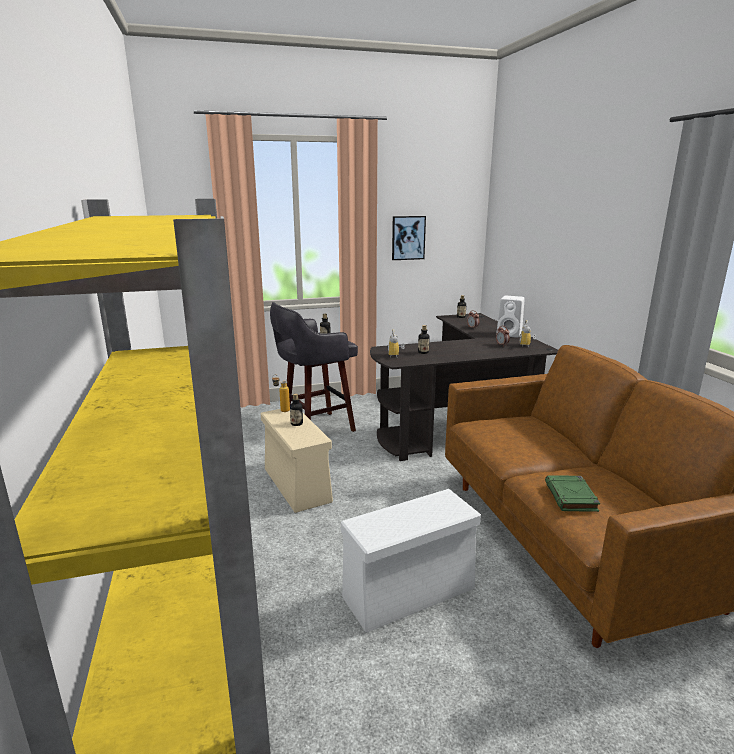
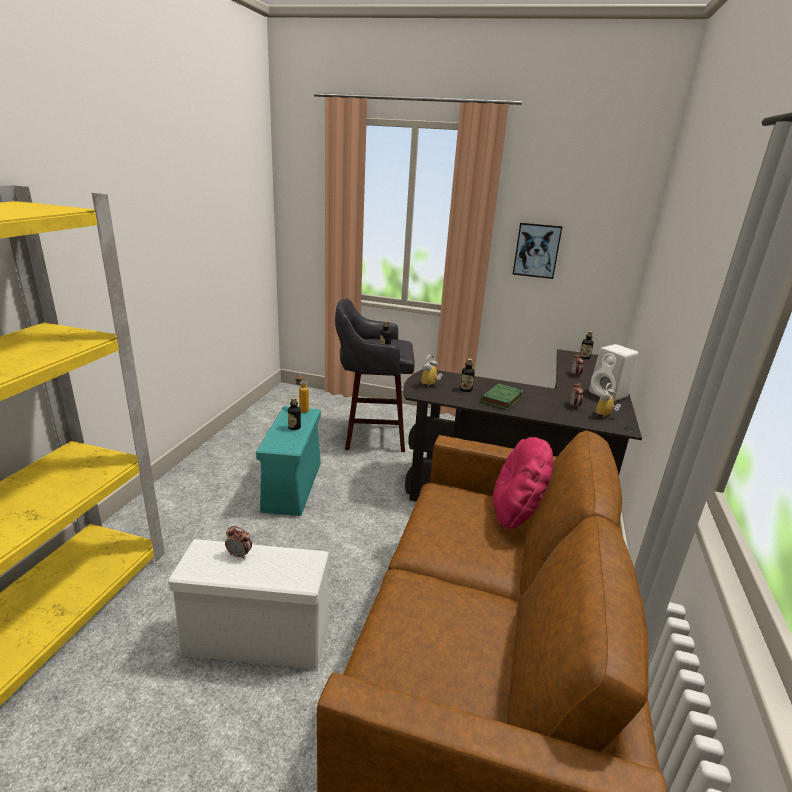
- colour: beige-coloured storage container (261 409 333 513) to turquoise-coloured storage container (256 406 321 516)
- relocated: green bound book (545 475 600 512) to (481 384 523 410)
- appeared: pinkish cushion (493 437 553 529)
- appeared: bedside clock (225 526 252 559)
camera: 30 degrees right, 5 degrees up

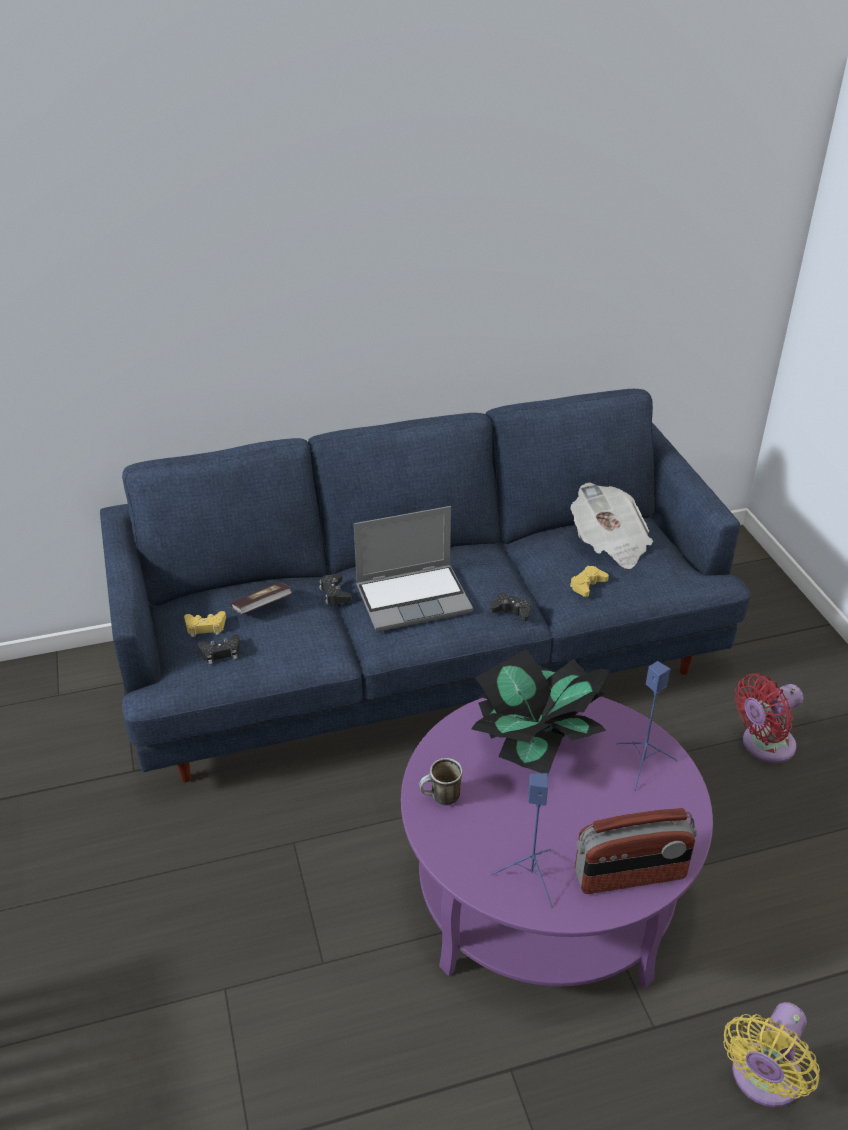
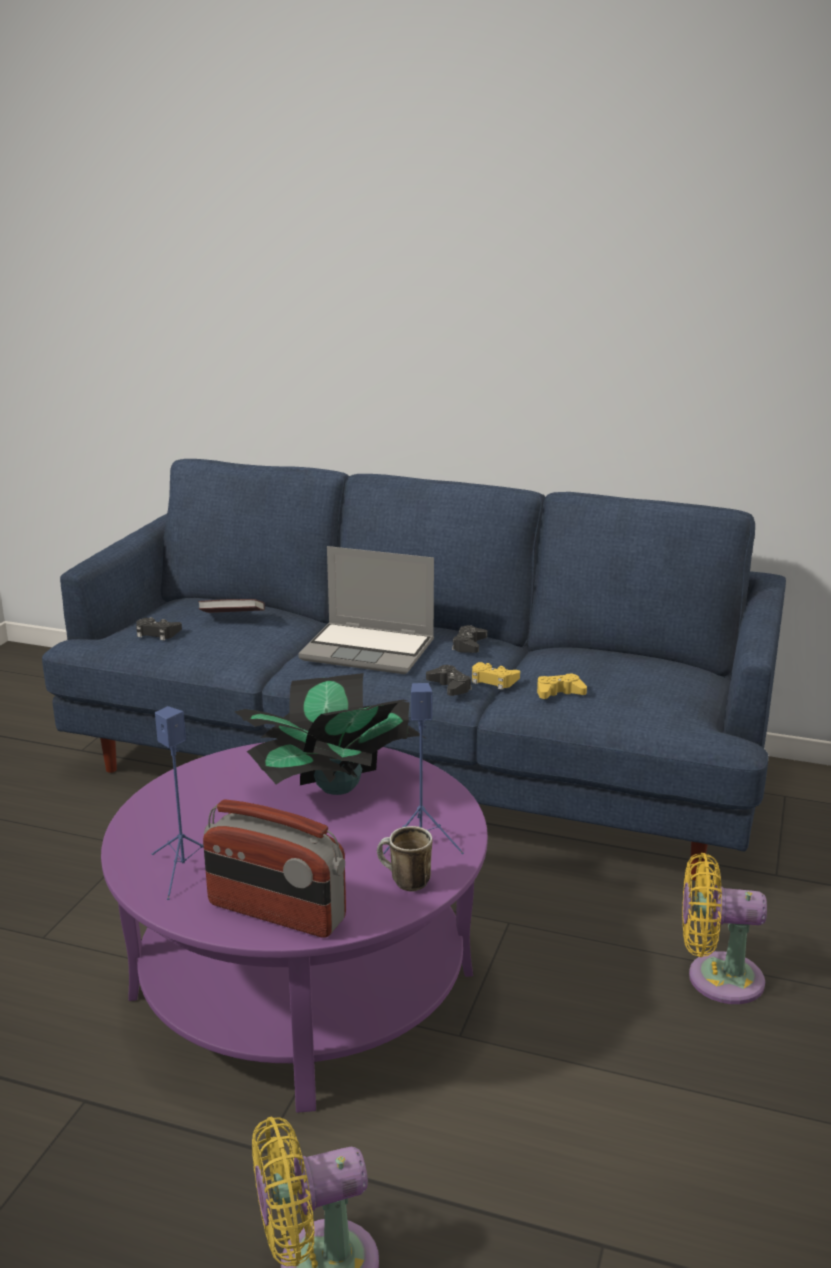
- missing: newspaper (571 482 653 569)
- relocated: black gamepad (320 574 351 605) to (452 625 487 653)
- relocated: yellow gamepad (184 611 226 637) to (472 662 520 690)
- colour: reddish fan (734 673 803 763) to yellow fan (682 853 767 1004)
- relocated: coffee mug (419 758 462 805) to (377 826 433 892)
camera: 35 degrees right, 15 degrees down

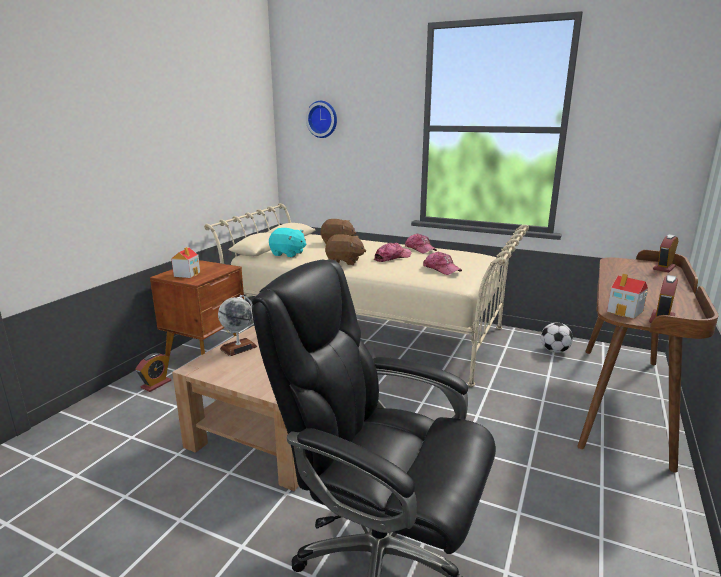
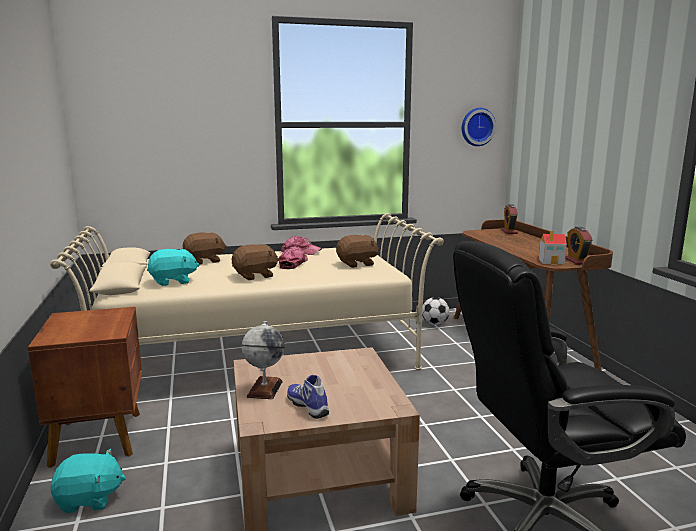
- relocated: clock on the wall (306 101 337 138) to (462 108 496 146)
- missing: toy house (171 247 200 278)
- exchanged: peaked cap (423 252 462 275) to brown cuddly toy (336 235 379 268)
- exchanged: bedside clock (136 353 171 392) to turquoise-coloured cuddly toy (50 449 126 513)
- appeared: item of footwear (287 375 329 419)
camera: 40 degrees left, 5 degrees down

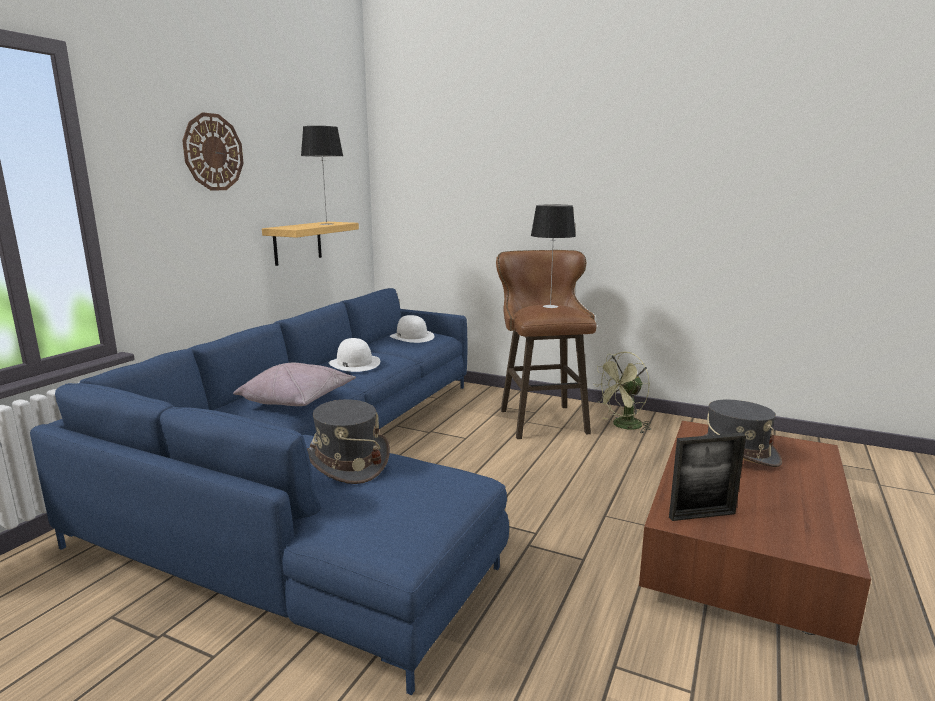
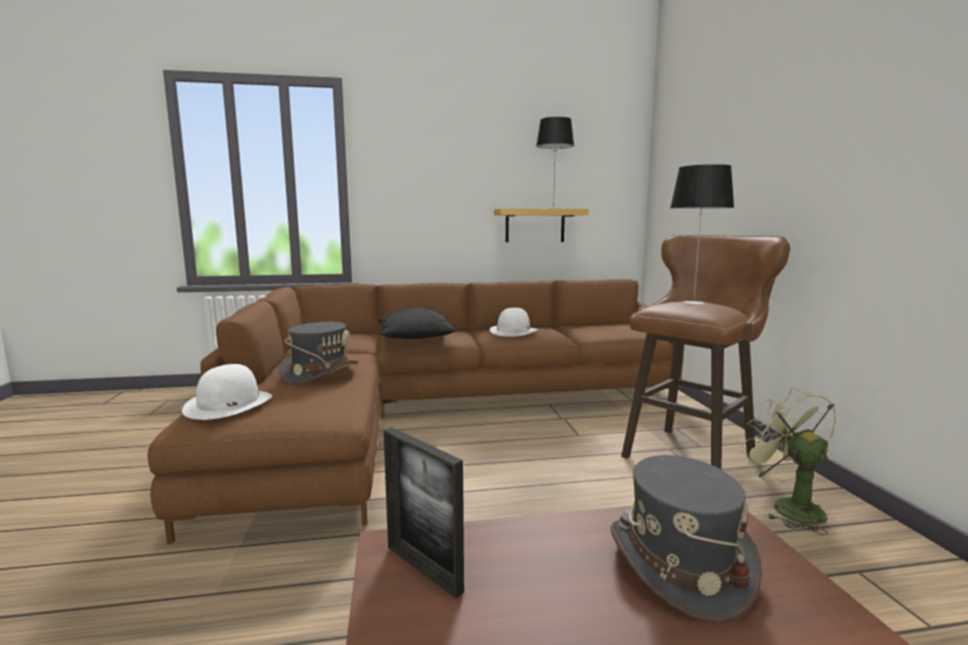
- missing: clock on the wall (182 112 244 191)
- colour: blue sofa (30 288 509 695) to brown sofa (148 279 684 544)
- relocated: white-coloured clothing hat (390 315 434 343) to (182 364 272 420)
- spun: green fan (593 352 651 434) = (741 388 836 535) 45 degrees clockwise
- colour: purple cushion (233 363 356 406) to black cushion (379 308 456 339)
camera: 55 degrees right, 5 degrees down

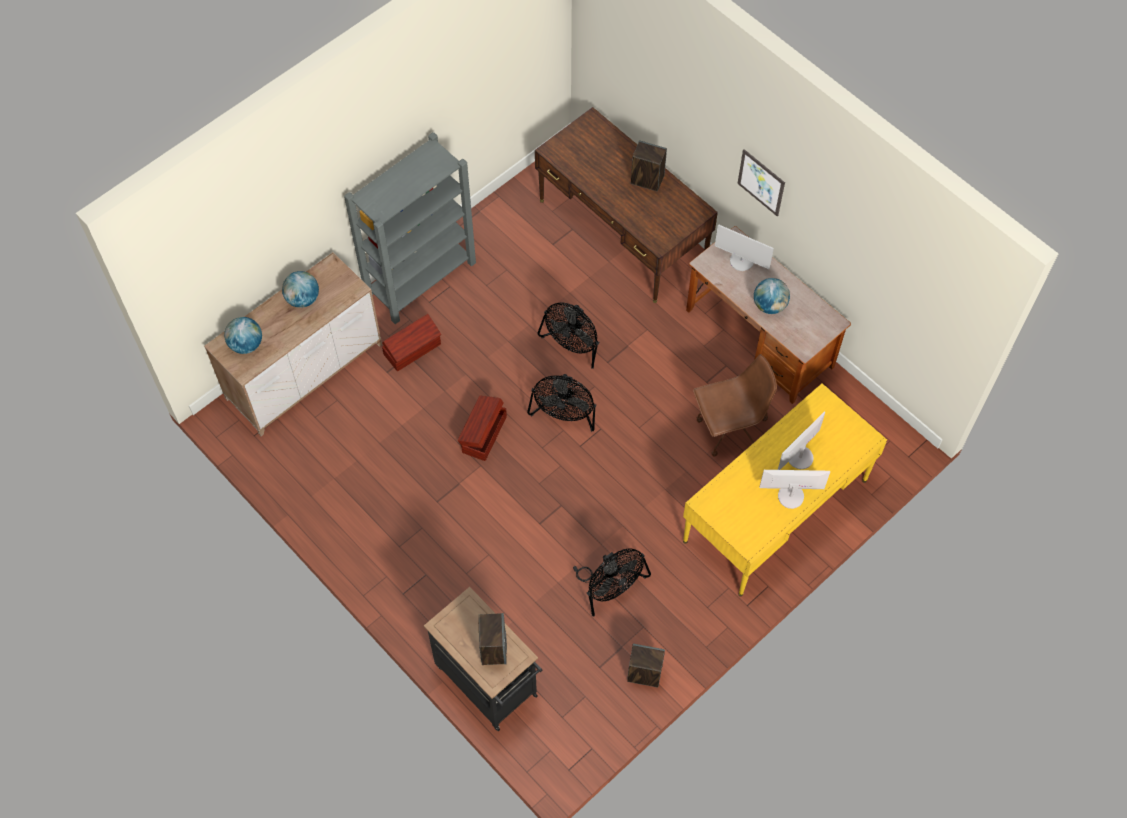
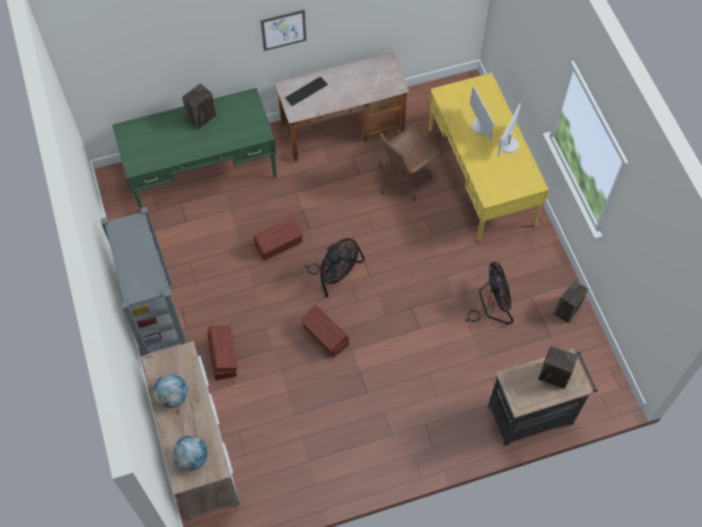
- colour: brown desk unit (535 107 718 303) to green desk unit (112 88 277 212)
- exchanged: monitor (715 224 774 271) to computer keyboard (285 77 328 106)
- missing: globe (754 278 790 314)
- exchanged: black fan (538 302 599 369) to brown storage container (254 216 303 261)
- spun: brown office chair (693 354 777 457) = (378 126 441 202) 135 degrees counterclockwise
camera: 65 degrees left, 0 degrees up

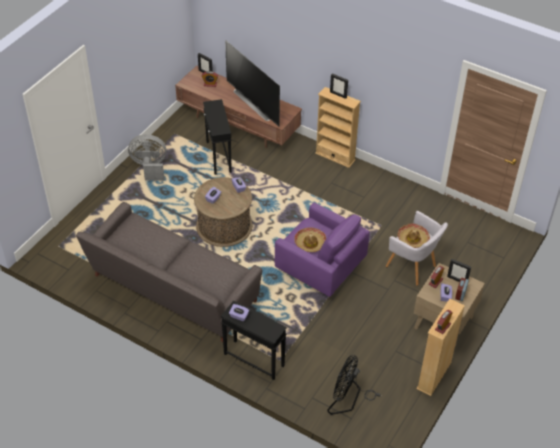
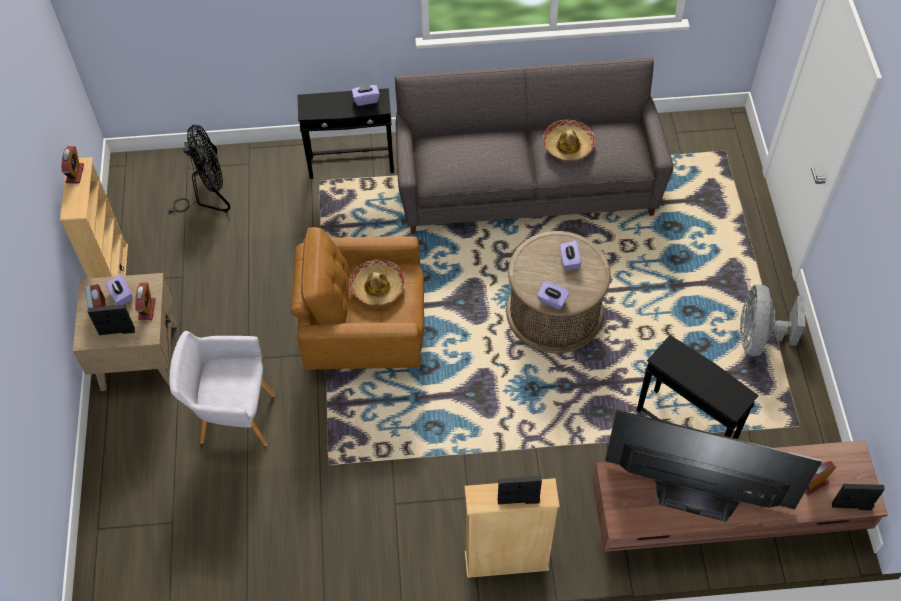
- spun: greyish fan (128 134 167 181) = (740 284 805 356) 135 degrees clockwise
- colour: purple easy chair (275 203 370 297) to brown easy chair (291 227 424 370)
- relocated: clothing hat (397 223 430 248) to (543 120 595 161)
camera: 145 degrees right, 10 degrees up

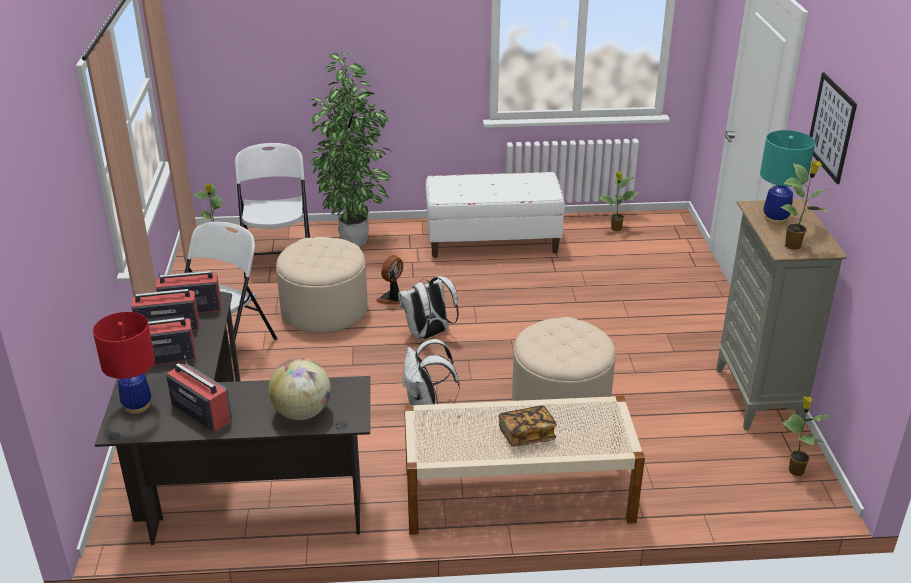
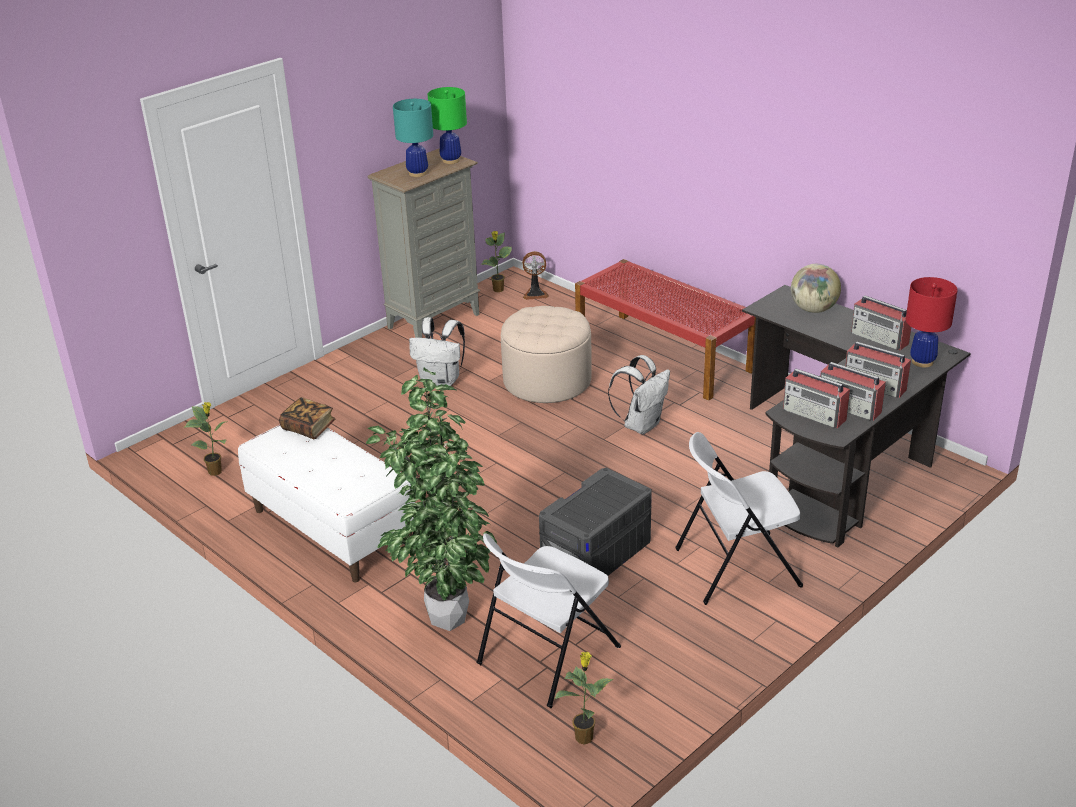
- missing: wall art (809 73 857 184)
- exchanged: houseplant (780 160 827 250) to green lamp for a table (428 87 467 164)
- exchanged: beige-coloured footrest (276 237 368 333) to greyish storage container (539 468 652 576)
- relocated: fan (376 255 403 304) to (522 251 549 300)
- relocated: white-coloured backpack (398 276 459 340) to (409 317 465 386)
- spun: radio receiver (166 355 232 432) = (851 295 911 350) 45 degrees counterclockwise
- colour: beige-coloured long seat (404 395 645 535) to reddish long seat (575 259 756 401)
- relocated: bound book (499 405 557 447) to (279 397 335 439)
camera: 130 degrees left, 0 degrees up

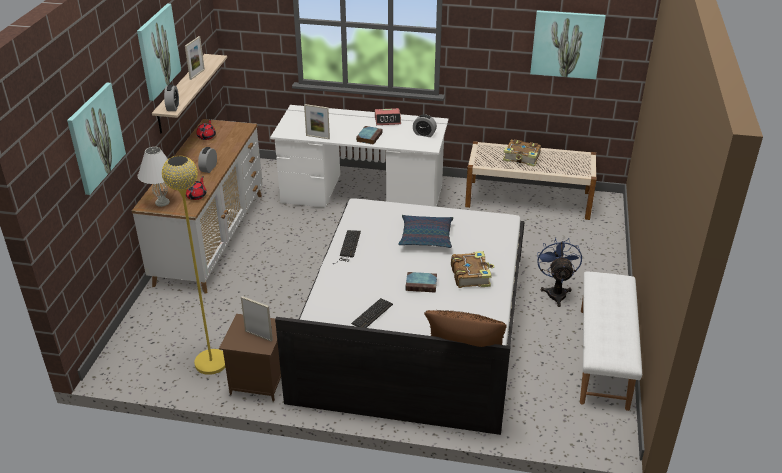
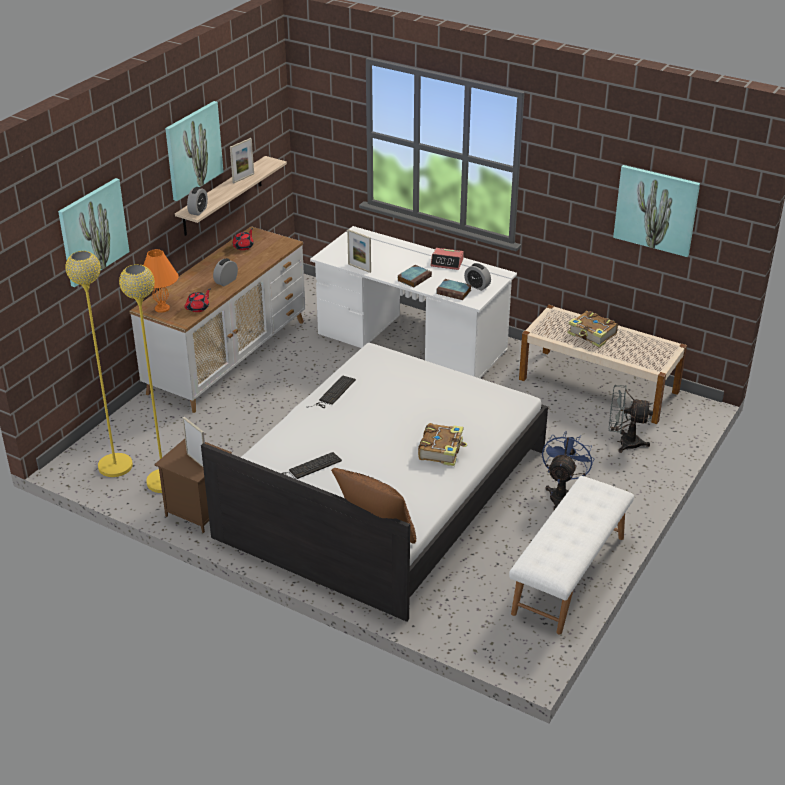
- colour: white-coloured lamp for a table (138 147 170 207) to orange lamp for a table (143 249 179 313)
- missing: blue cushion (398 215 453 248)
- relocated: bound book (406 272 437 293) to (436 279 471 300)
- appeared: yellow standard lamp (65 251 133 477)
- appeared: greyish fan (609 385 653 453)
camera: 20 degrees right, 0 degrees up

